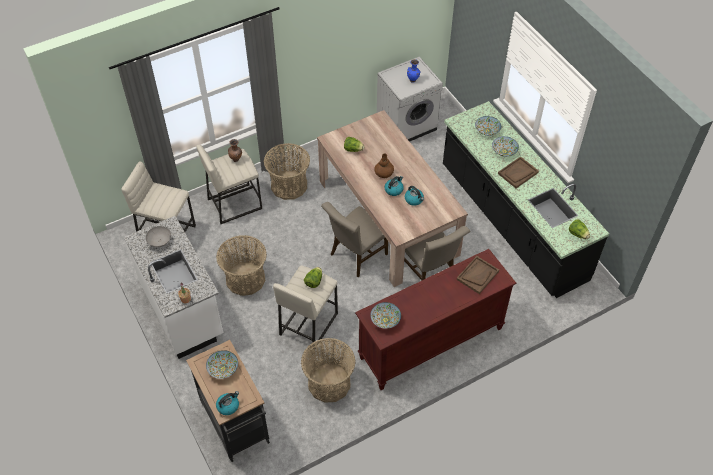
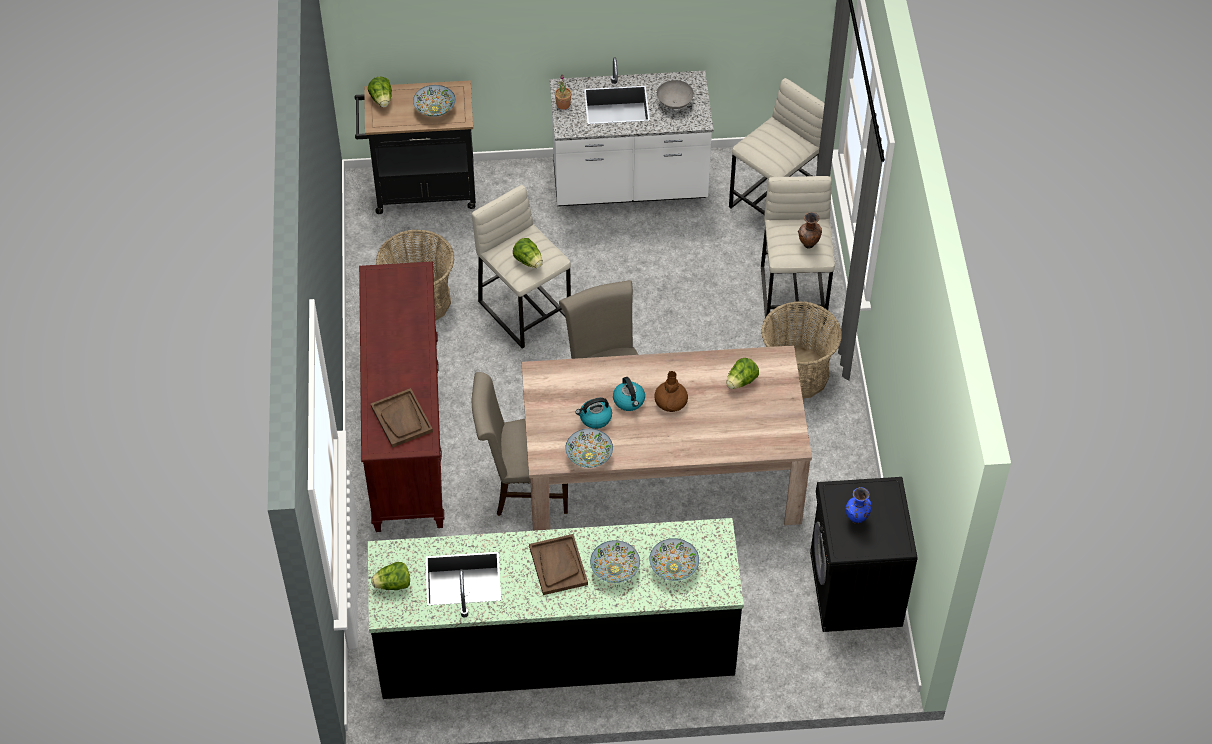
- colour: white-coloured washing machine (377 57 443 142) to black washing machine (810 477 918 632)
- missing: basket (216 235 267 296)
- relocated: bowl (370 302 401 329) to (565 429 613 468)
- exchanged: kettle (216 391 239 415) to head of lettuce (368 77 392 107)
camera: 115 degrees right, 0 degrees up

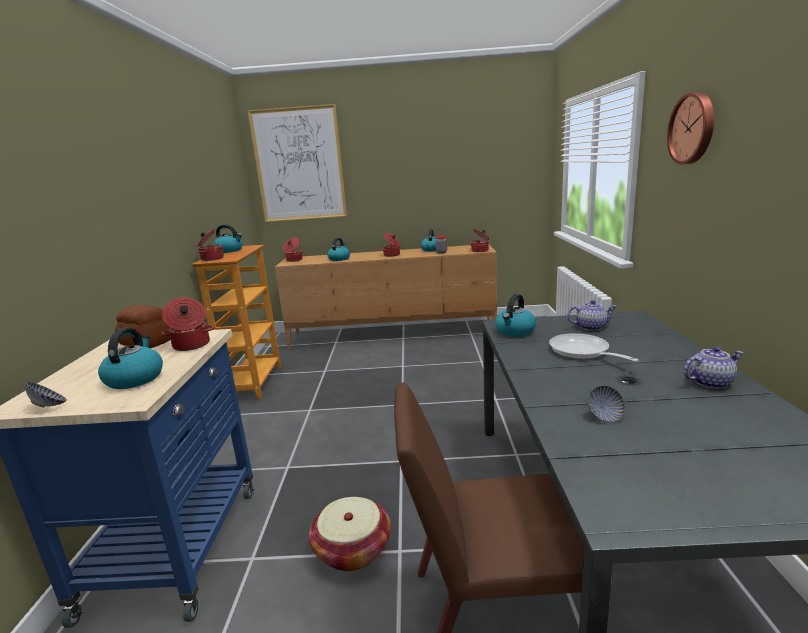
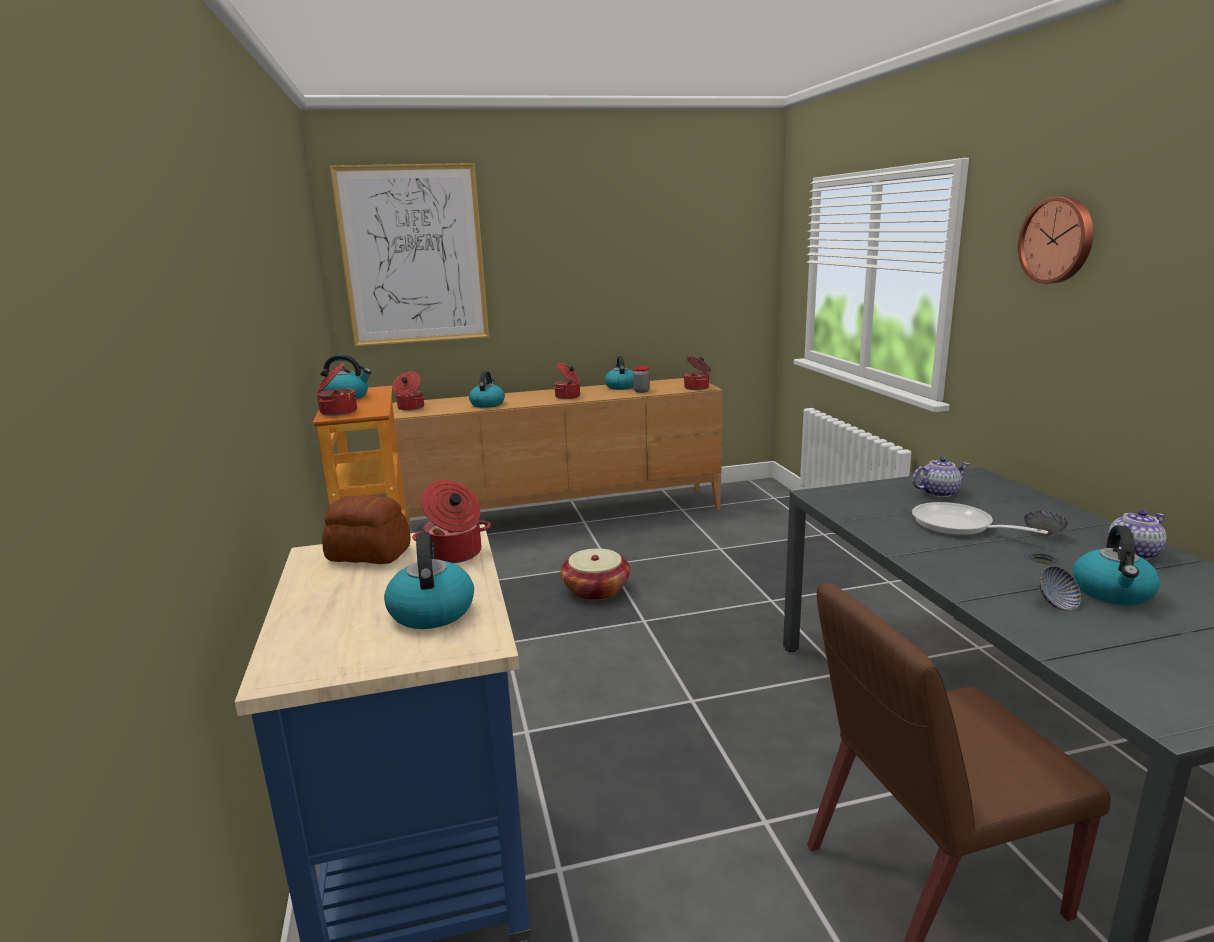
- relocated: kettle (495 294 536 337) to (1073 525 1160 605)
- relocated: bowl (25 382 67 408) to (1024 511 1068 535)
- relocated: basket (309 497 391 571) to (560 548 630 600)
camera: 15 degrees left, 0 degrees up

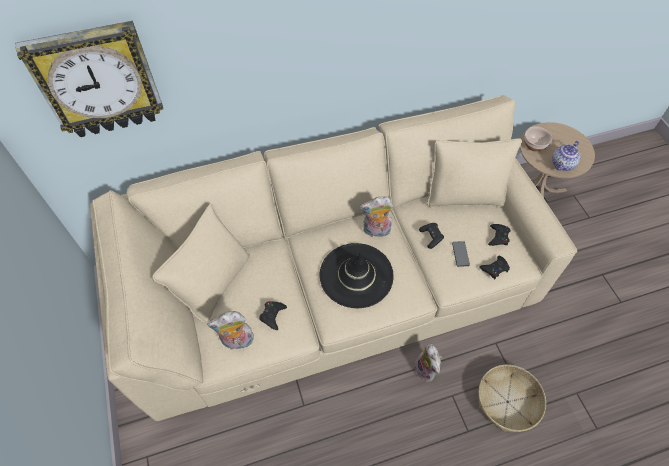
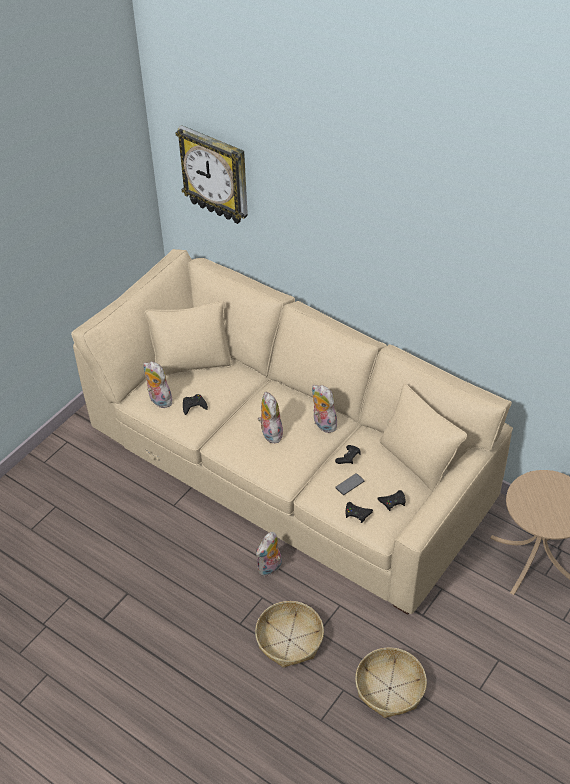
- missing: bowl (524 126 552 152)
- missing: teapot (552 141 581 171)
- exchanged: black clothing hat (320 243 394 308) to cuddly toy (258 392 283 443)
- appeared: basket (355 647 427 718)
camera: 55 degrees right, 10 degrees down

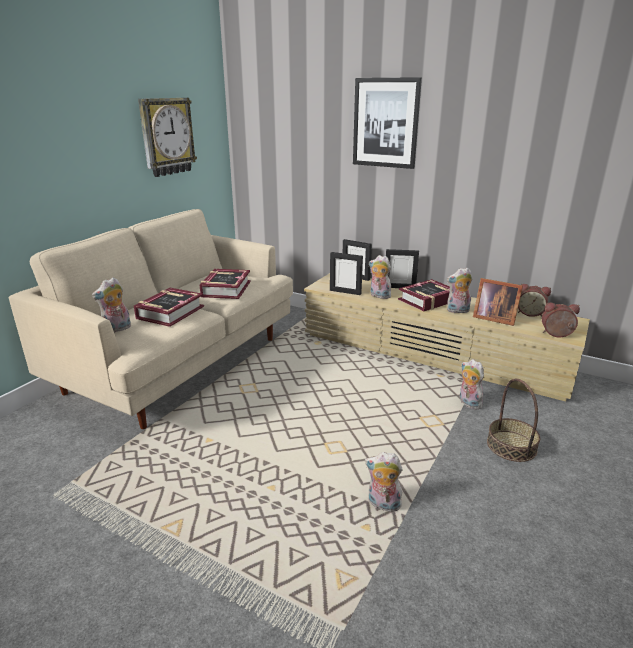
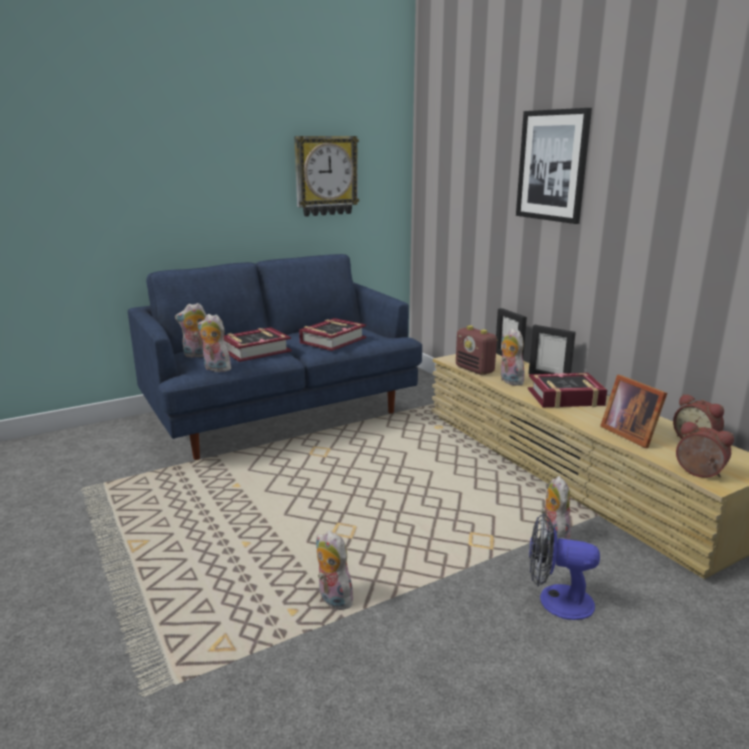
- colour: beige-coloured sofa (9 209 293 429) to blue sofa (128 254 422 460)
- exchanged: standing frame (330 252 363 295) to radio receiver (456 325 498 375)
- relocated: cuddly toy (447 267 472 313) to (198 314 234 372)
- exchanged: basket (487 378 540 462) to fan (529 513 600 620)
camera: 30 degrees right, 5 degrees down

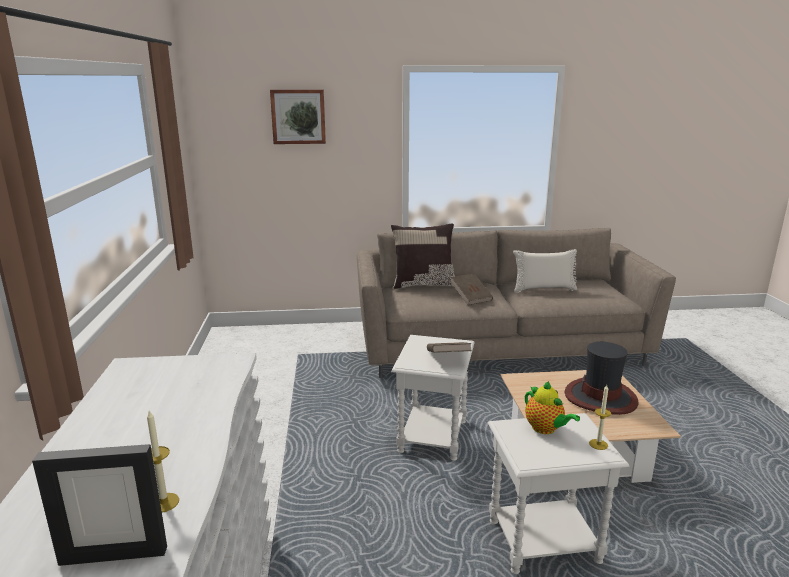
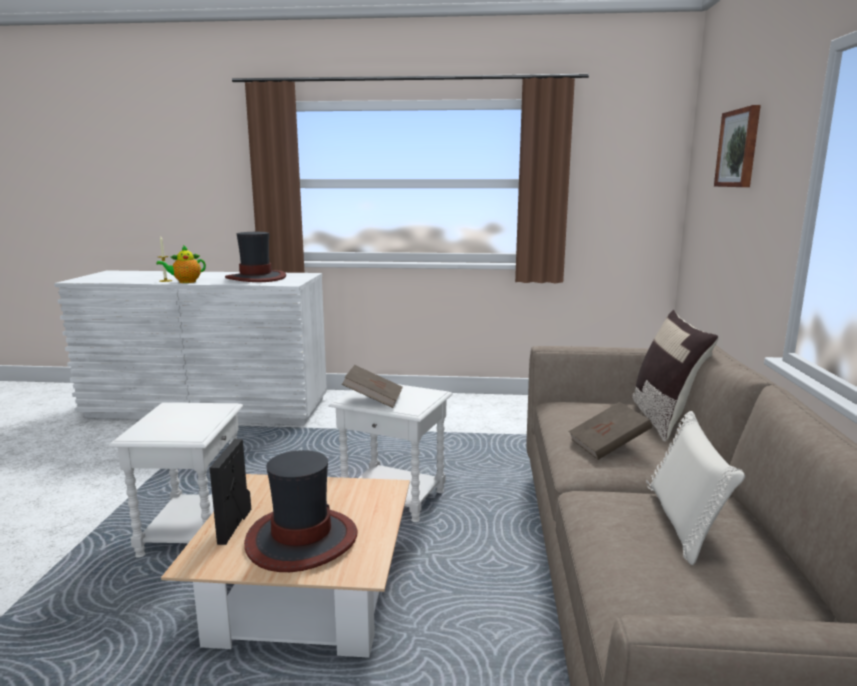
- relocated: teapot (525 381 580 434) to (156 245 206 283)
- missing: candle (589 385 611 450)
- relocated: standing frame (32 444 167 566) to (210 439 251 545)
- appeared: clothing hat (225 232 286 282)
camera: 100 degrees right, 5 degrees down

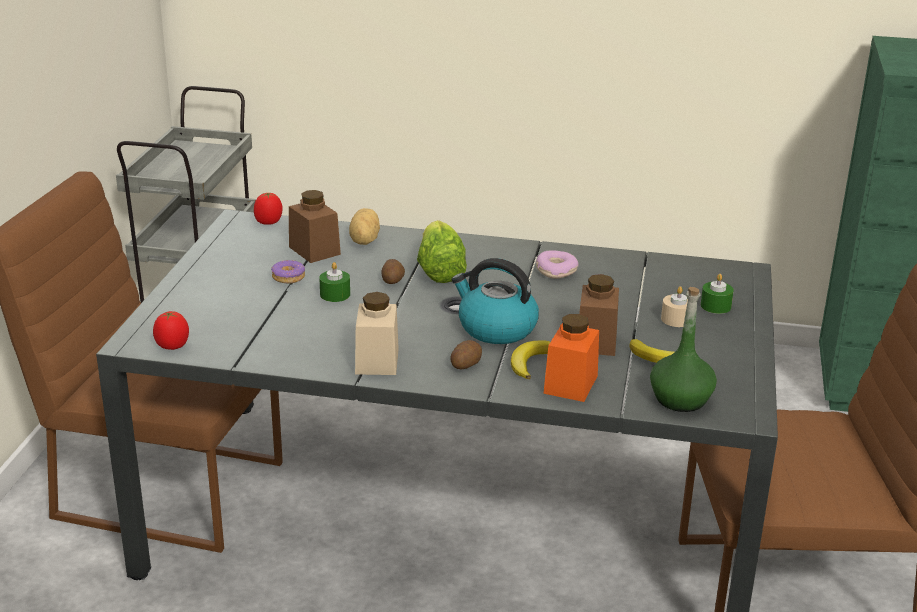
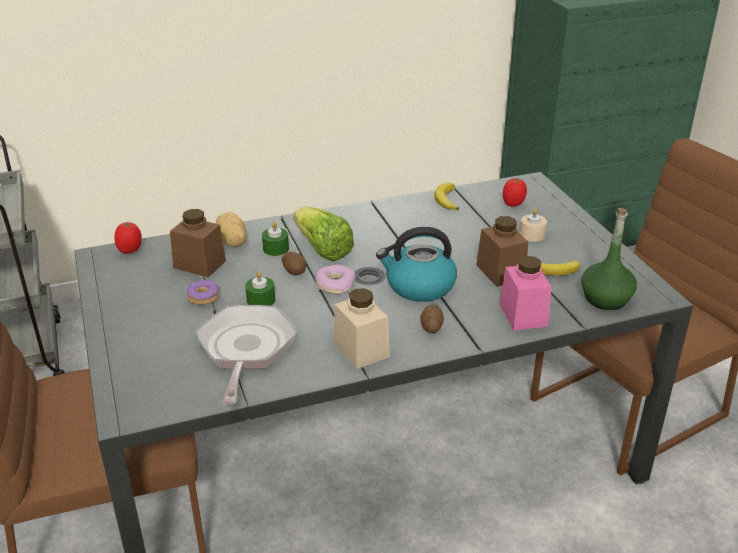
- relocated: doughnut (536 250 579 279) to (315 265 355 295)
- relocated: green candle (701 274 734 314) to (262 222 289 256)
- relocated: tomato (153 311 189 350) to (503 178 527 207)
- colour: orange jar (543 314 599 402) to pinkish jar (500 256 552 331)
- relocated: banana (511 340 550 379) to (434 183 459 210)
- appeared: pan (196 305 297 405)
camera: 30 degrees left, 5 degrees up

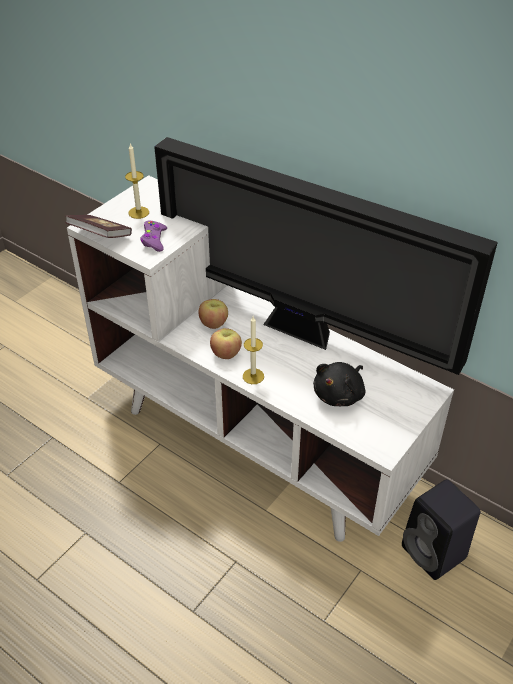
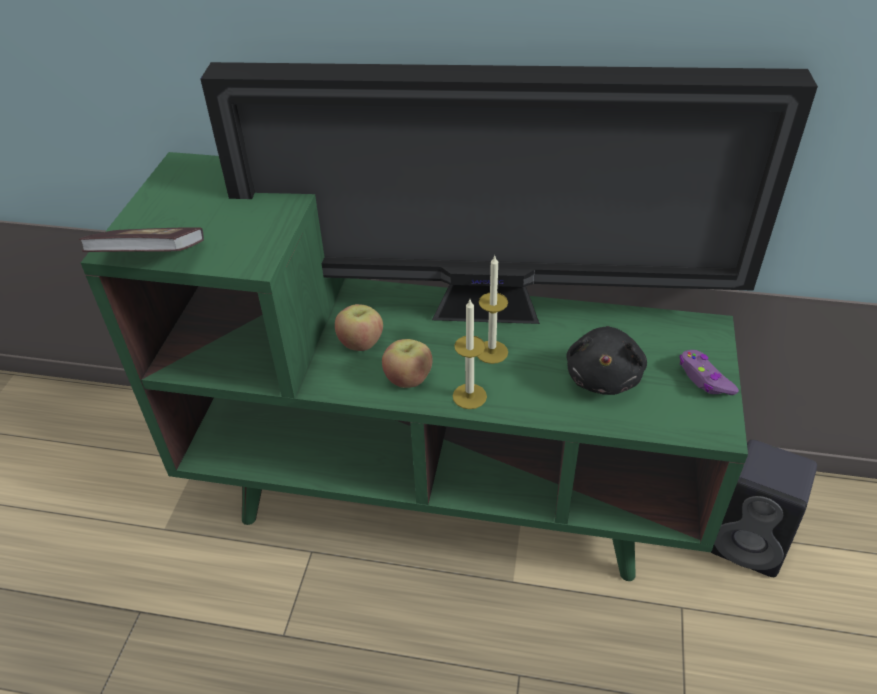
- relocated: candle (125 143 149 219) to (477 256 508 364)
- colour: white-coloured media console (67 175 454 542) to green media console (81 152 748 581)
- relocated: purple gamepad (140 220 167 252) to (680 350 739 395)
camera: 25 degrees left, 0 degrees up

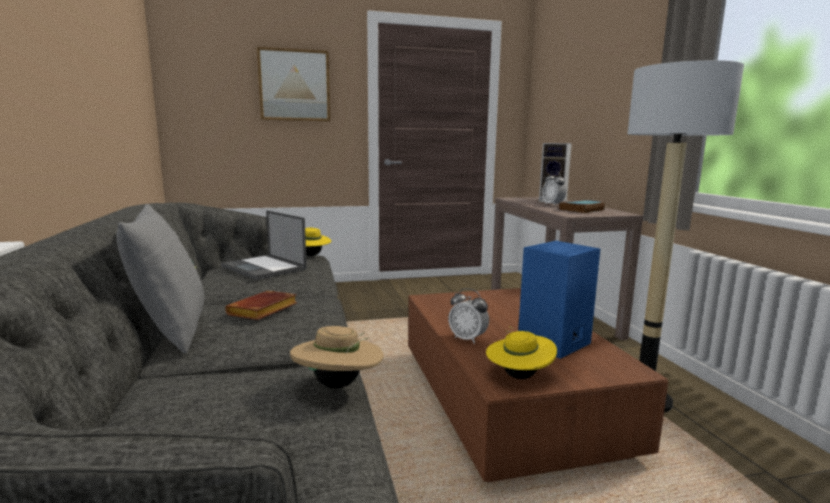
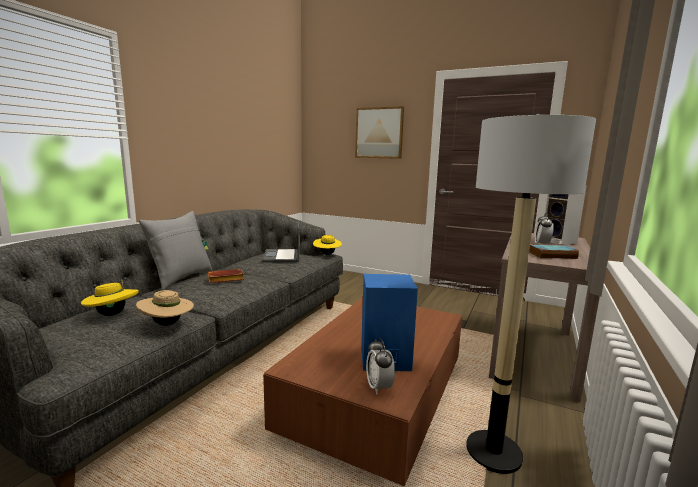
- relocated: bedside clock (448 288 489 344) to (366 338 395 395)
- relocated: yellow clothing hat (486 326 557 379) to (81 279 139 316)
camera: 40 degrees right, 0 degrees up

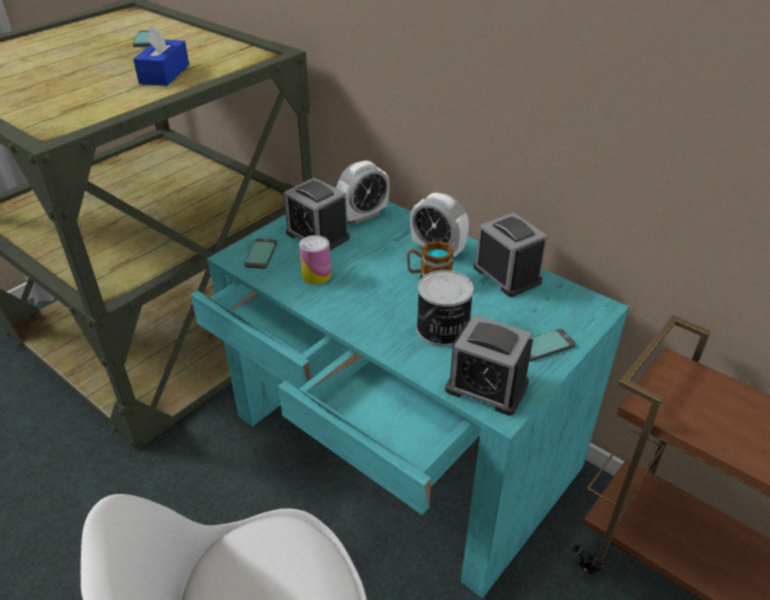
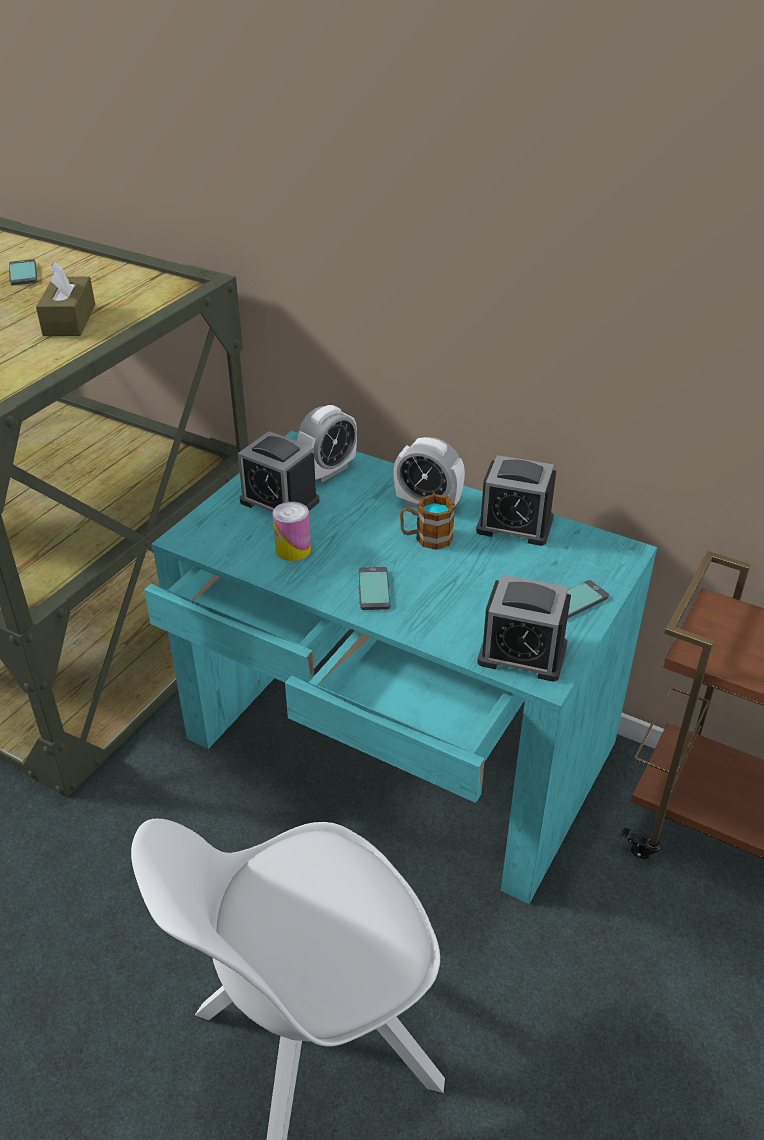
- colour: blue box of tissues (133 24 189 86) to brown box of tissues (36 261 95 336)
- spun: bedside clock (473 212 548 297) = (476 455 556 546) 150 degrees clockwise
- relocated: phone (244 238 277 269) to (359 567 390 610)
- missing: metal can (416 270 474 347)
camera: 10 degrees left, 0 degrees up

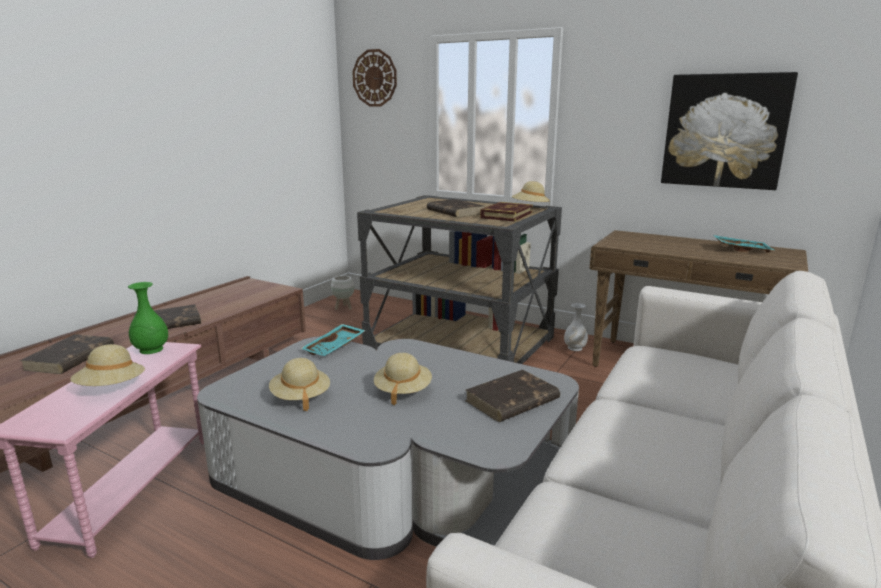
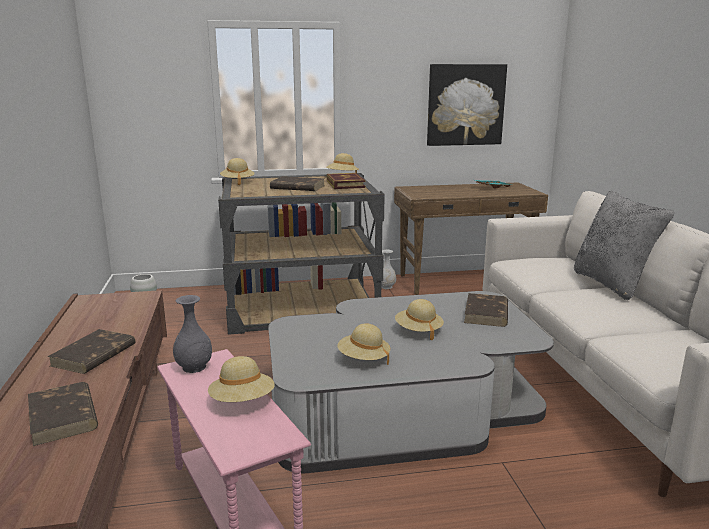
- missing: clock on the wall (352 49 397 106)
- colour: green flower vase (128 282 168 354) to greyish flower vase (173 295 212 373)
- missing: turquoise-coloured tray (300 324 366 356)
- appeared: beige-coloured clothing hat (220 158 255 185)
- appeared: greyish cushion (574 191 674 301)
camera: 40 degrees left, 0 degrees up

